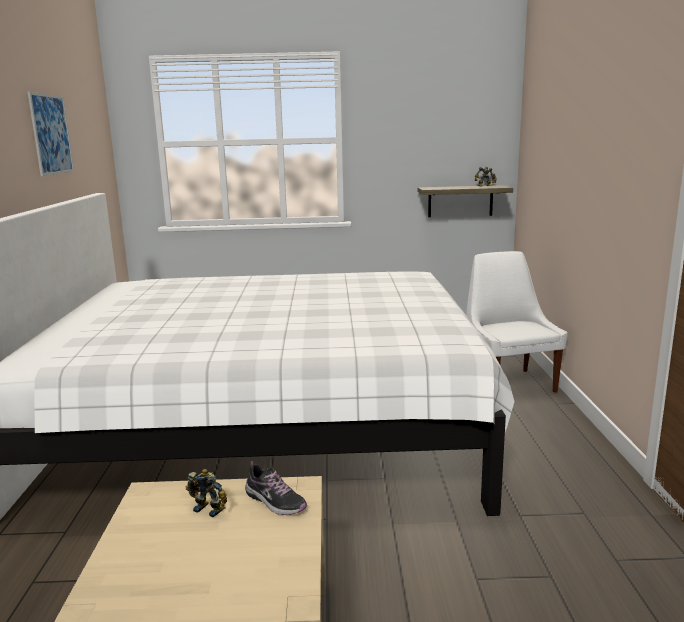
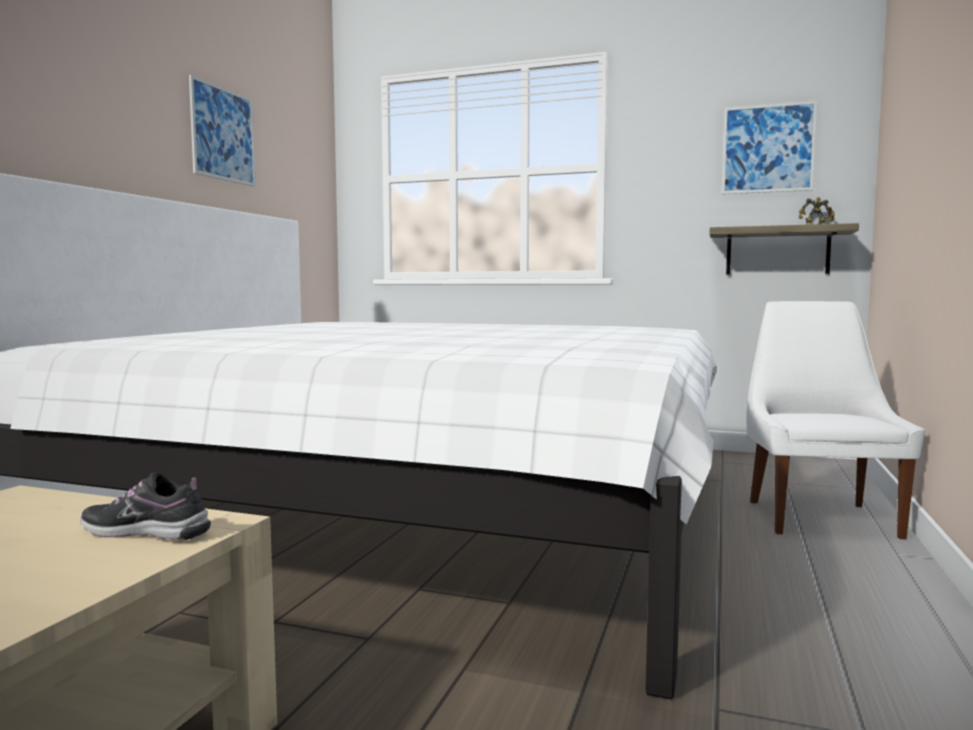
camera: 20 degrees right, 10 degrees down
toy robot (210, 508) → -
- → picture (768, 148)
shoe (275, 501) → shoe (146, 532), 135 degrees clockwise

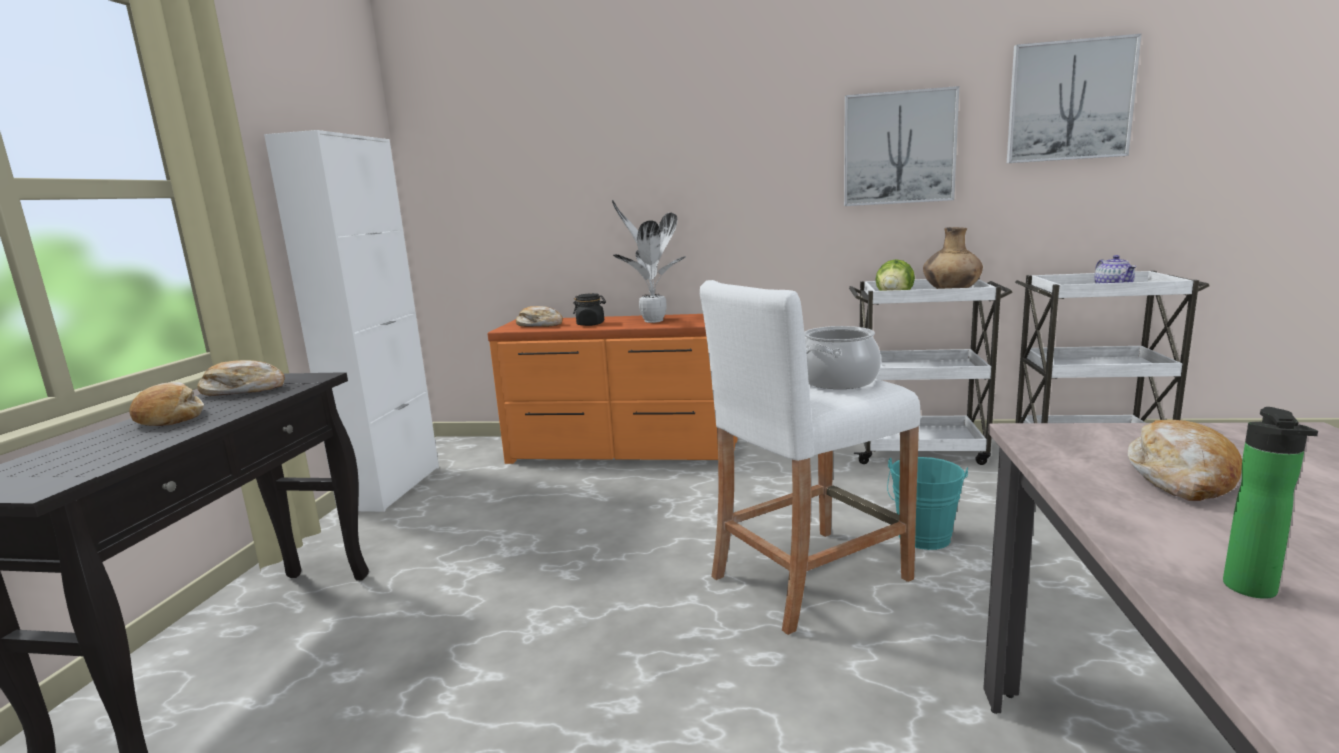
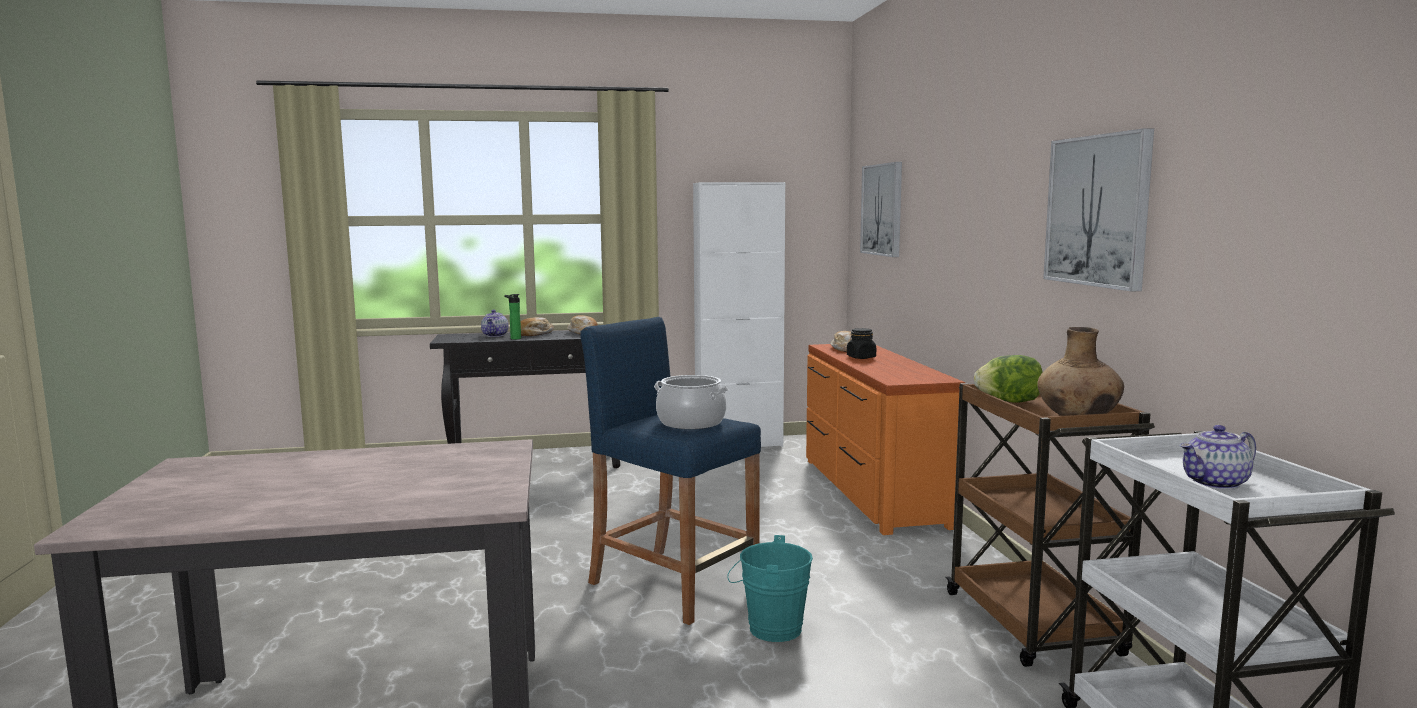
camera: 70 degrees right, 5 degrees down
potted plant (651, 321) → -
bread (1182, 478) → -
- → teapot (495, 335)
picture (1069, 101) → picture (883, 209), shifted
bottle (1253, 591) → bottle (514, 339), shifted
stool in white (809, 577) → stool in blue (673, 584)
cart in white (919, 450) → cart in brown (1034, 625)

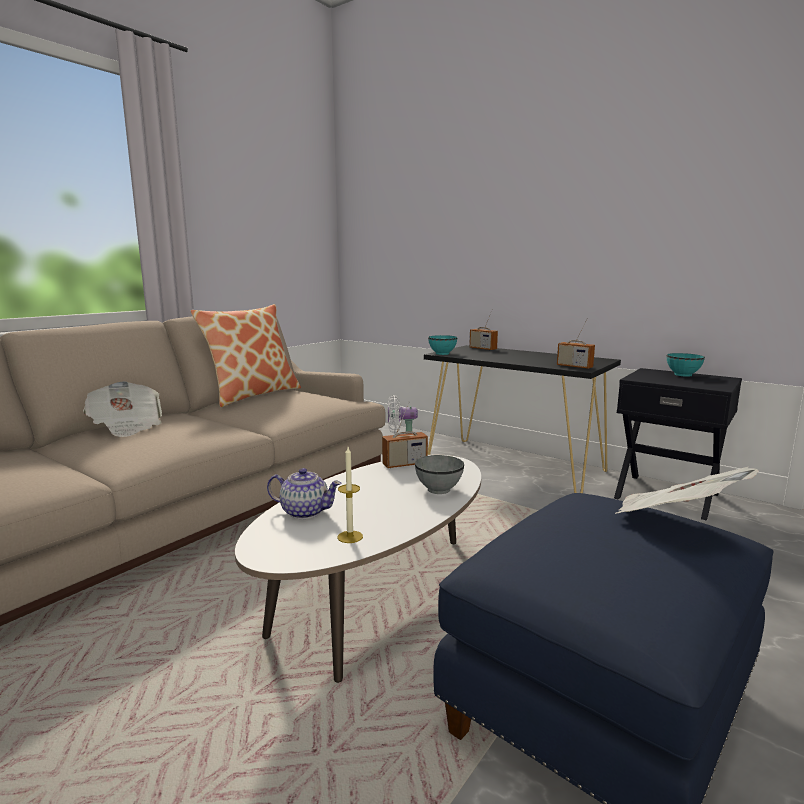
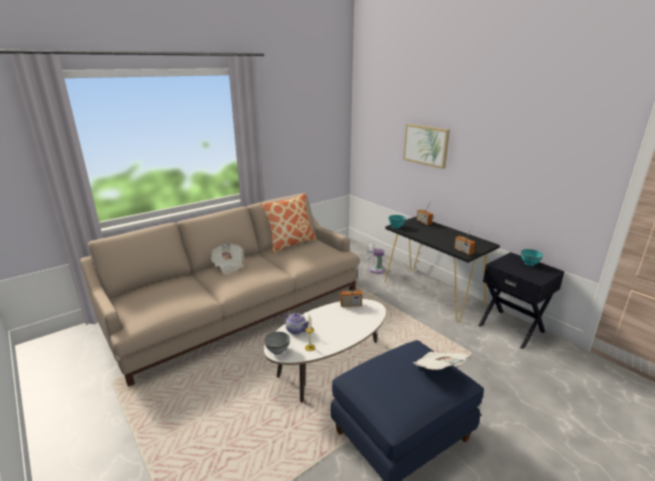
camera: 15 degrees right, 10 degrees up
- → picture (426, 145)
bowl in grey (438, 489) → bowl in grey (277, 351), shifted

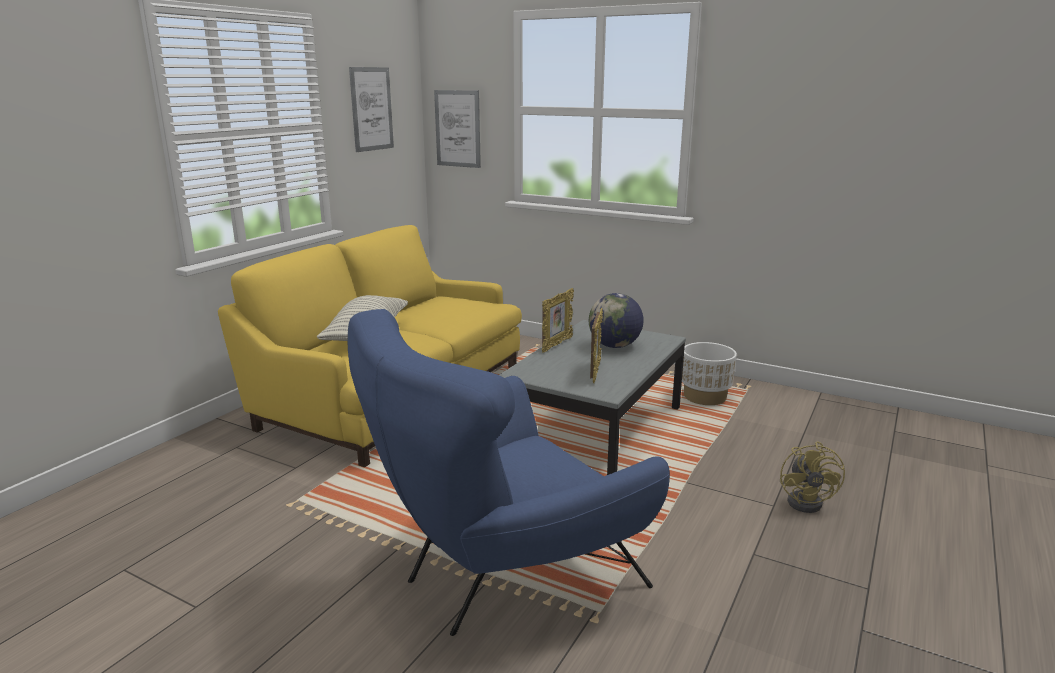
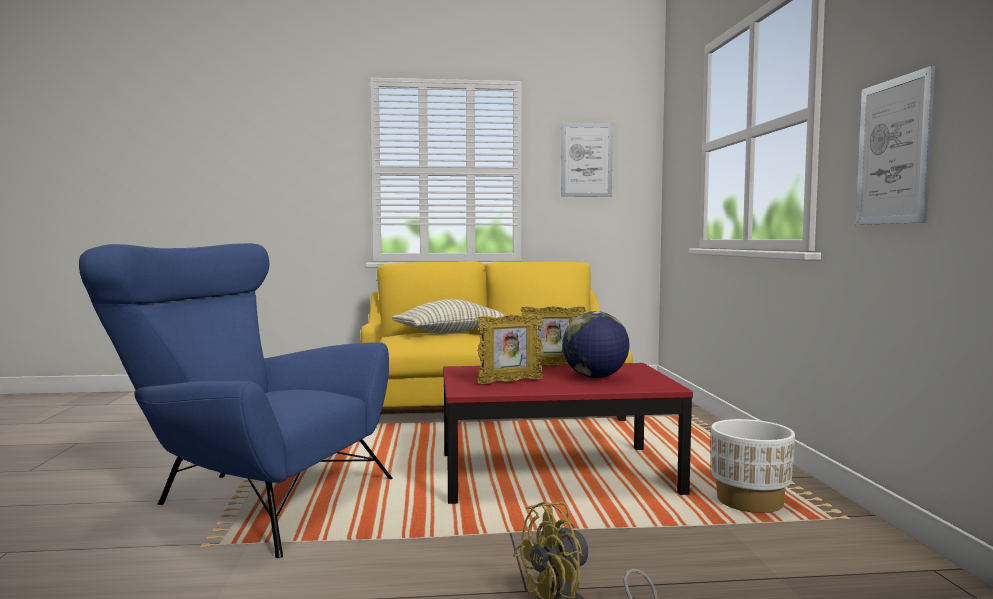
camera: 55 degrees right, 15 degrees down
picture (457, 128) → picture (893, 151), shifted
coffee table in grey (594, 429) → coffee table in red (556, 473)

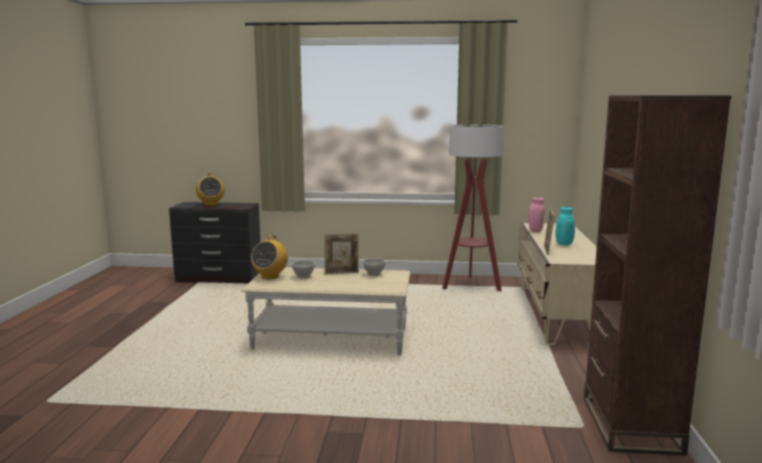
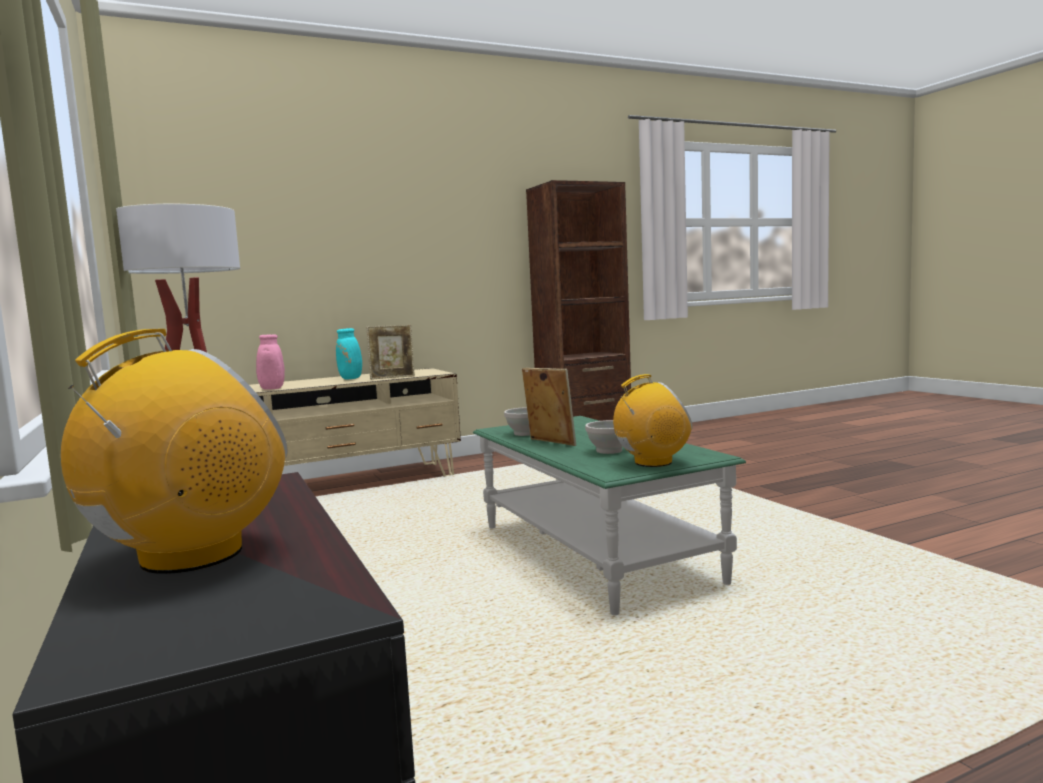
camera: 120 degrees left, 5 degrees down
coffee table in beige (331, 339) → coffee table in green (594, 553)

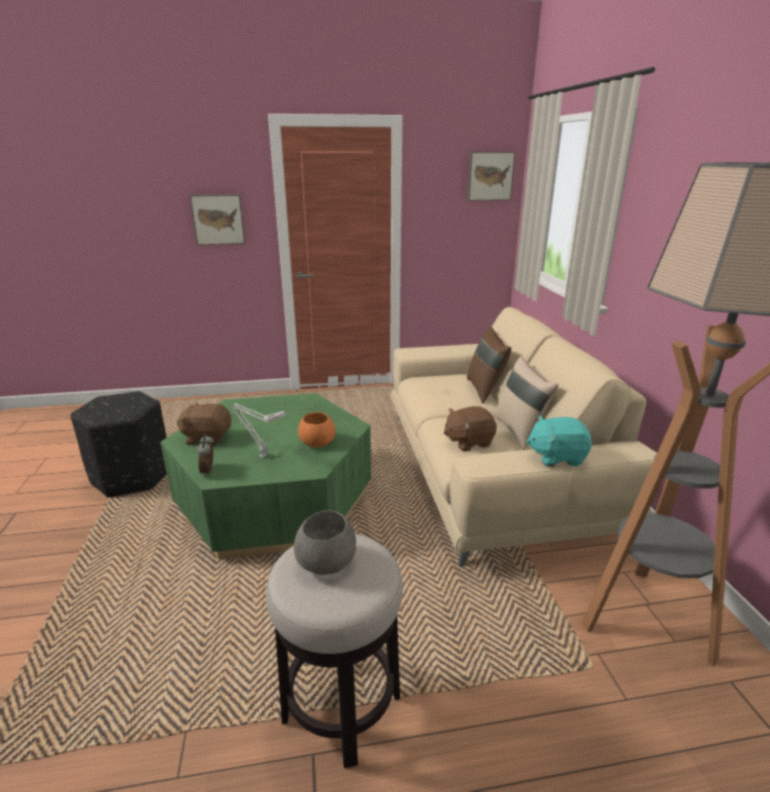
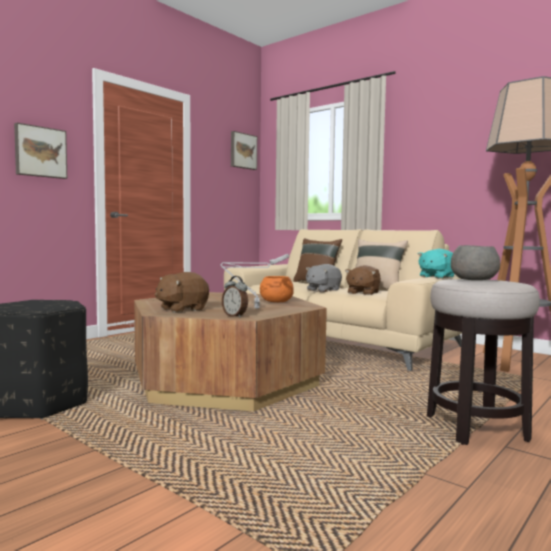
camera: 40 degrees left, 20 degrees down
- → plush toy in grey (322, 290)
coffee table in green (275, 500) → coffee table in brown (226, 380)

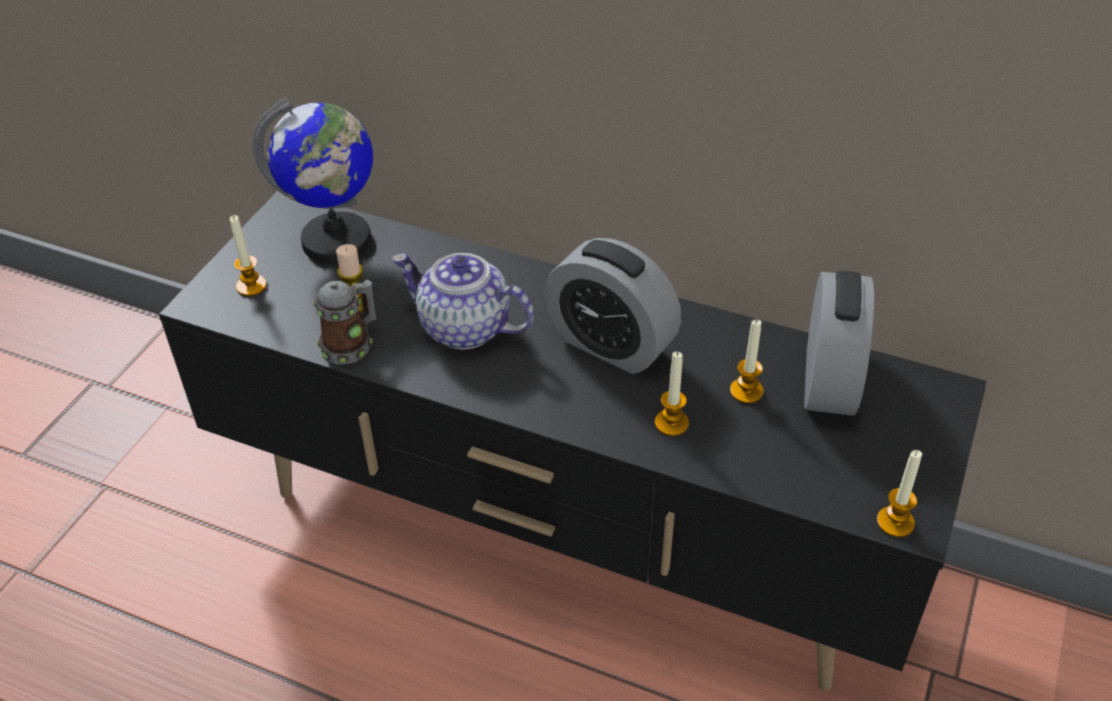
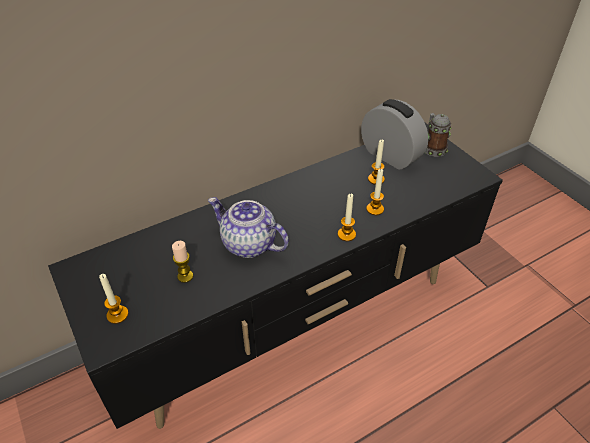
camera: 55 degrees left, 0 degrees up
globe (337, 242) → -
alarm clock (611, 344) → -
mug (351, 344) → mug (433, 147), shifted
candle (895, 522) → candle (346, 234), shifted
teapot (463, 328) → teapot (248, 244), 60 degrees clockwise

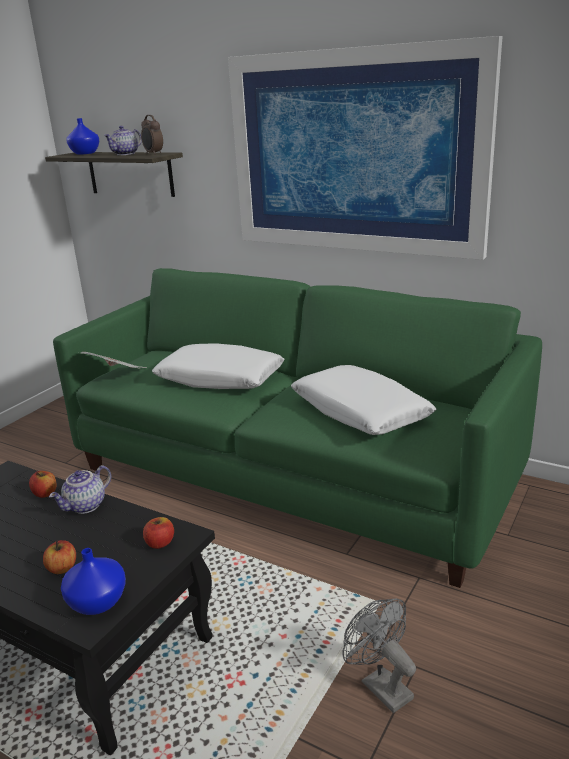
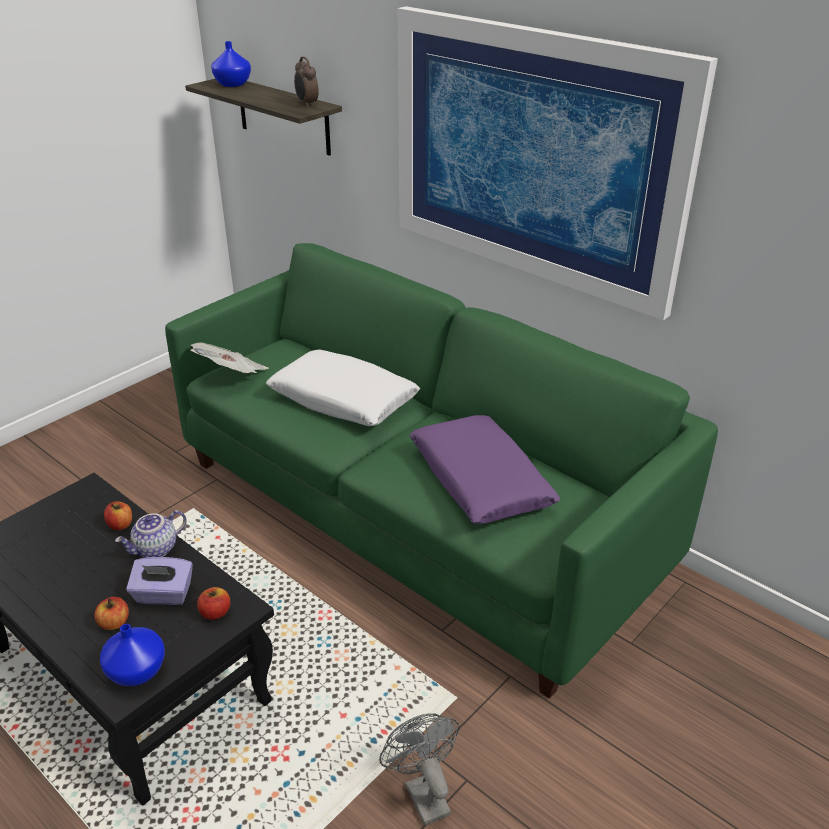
camera: 10 degrees right, 10 degrees up
teapot (125, 154) → -
- → tissue box in purple (163, 595)
pillow in white (360, 412) → pillow in purple (479, 481)

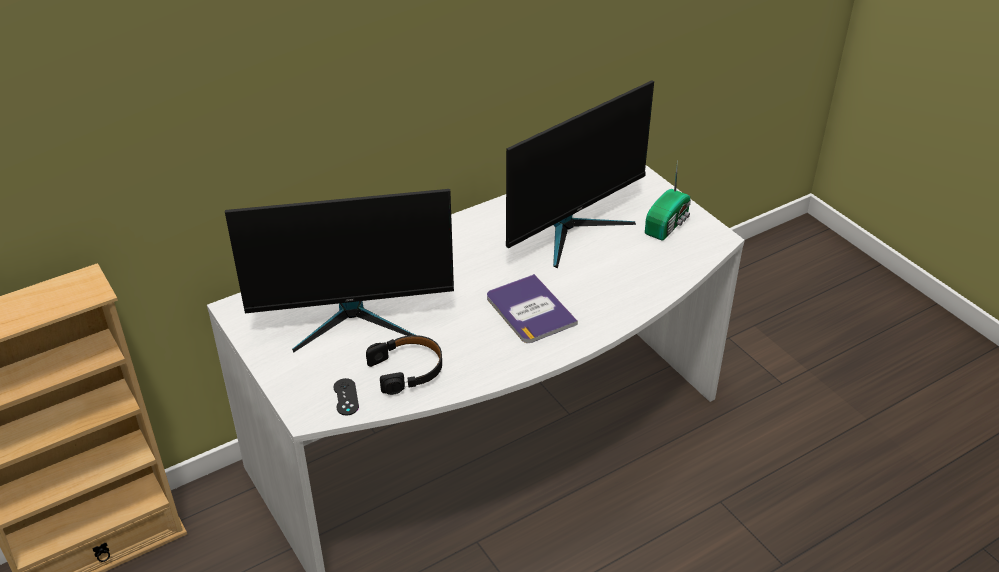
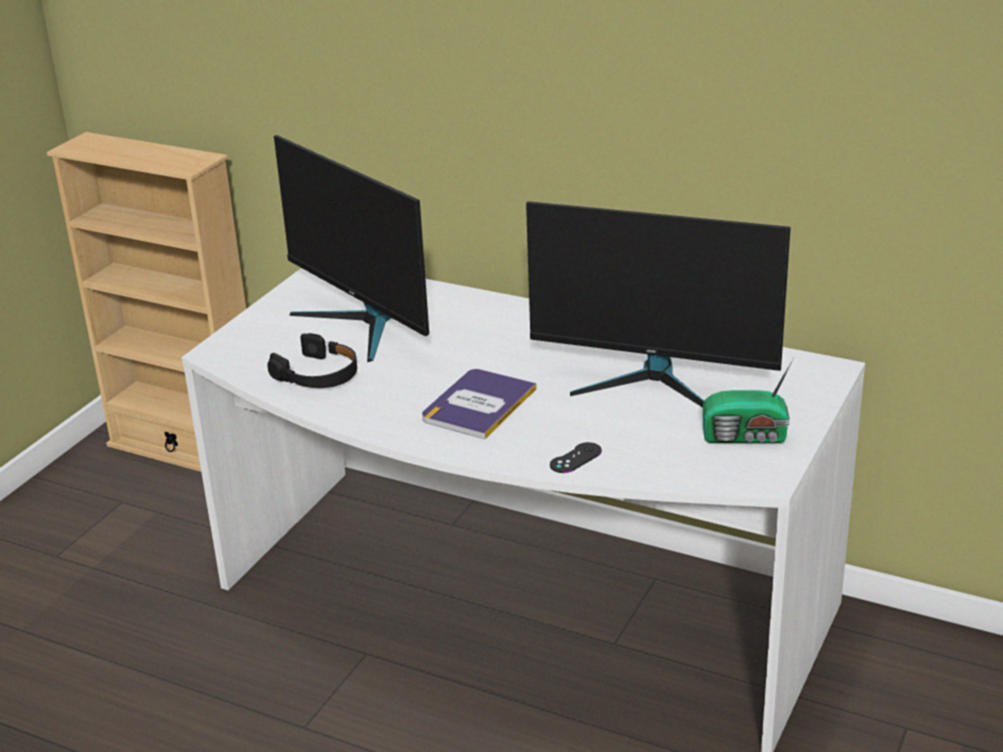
camera: 60 degrees right, 10 degrees down
game controller in black (346, 397) → game controller in black (575, 458), shifted

